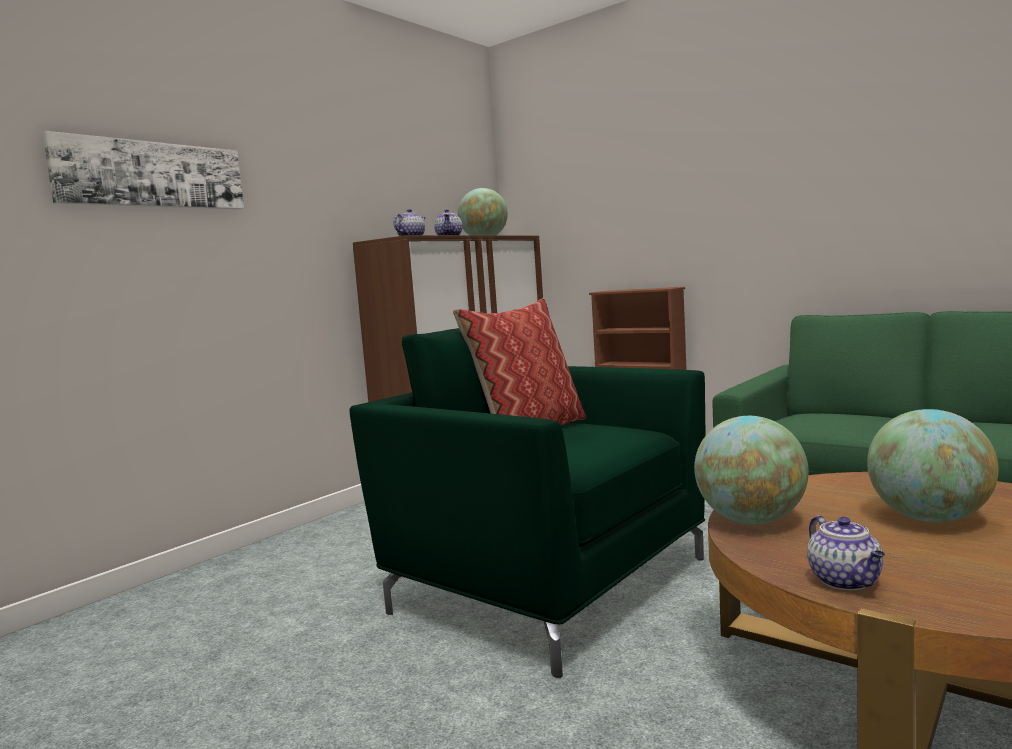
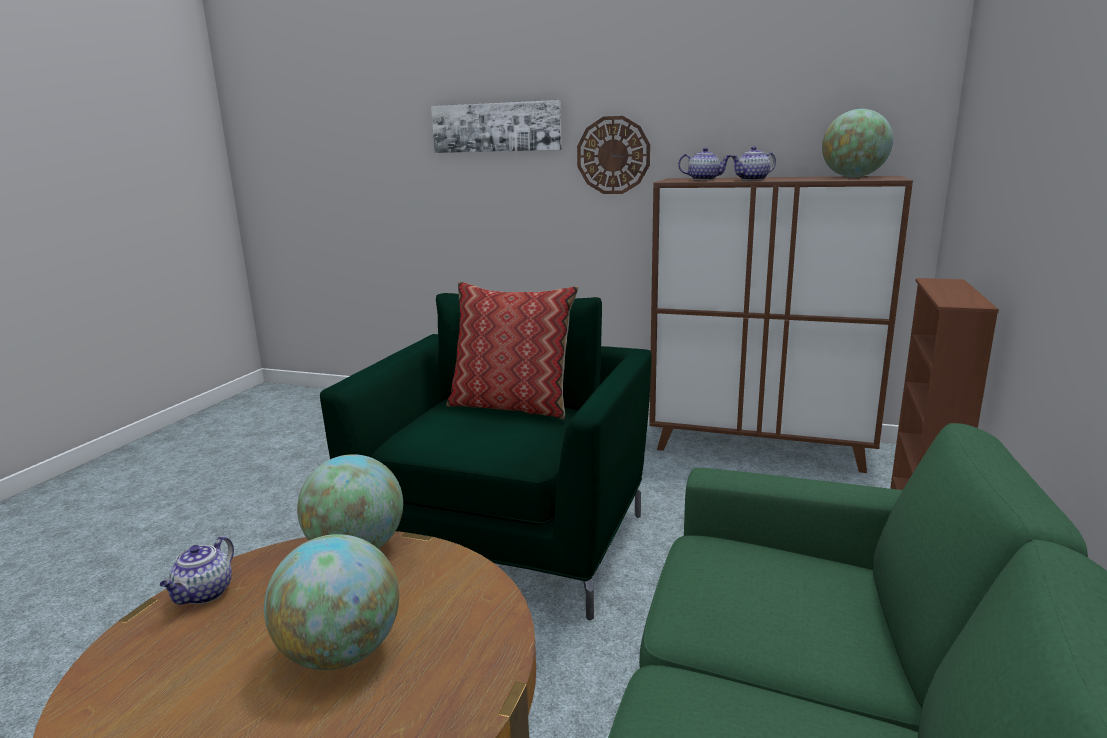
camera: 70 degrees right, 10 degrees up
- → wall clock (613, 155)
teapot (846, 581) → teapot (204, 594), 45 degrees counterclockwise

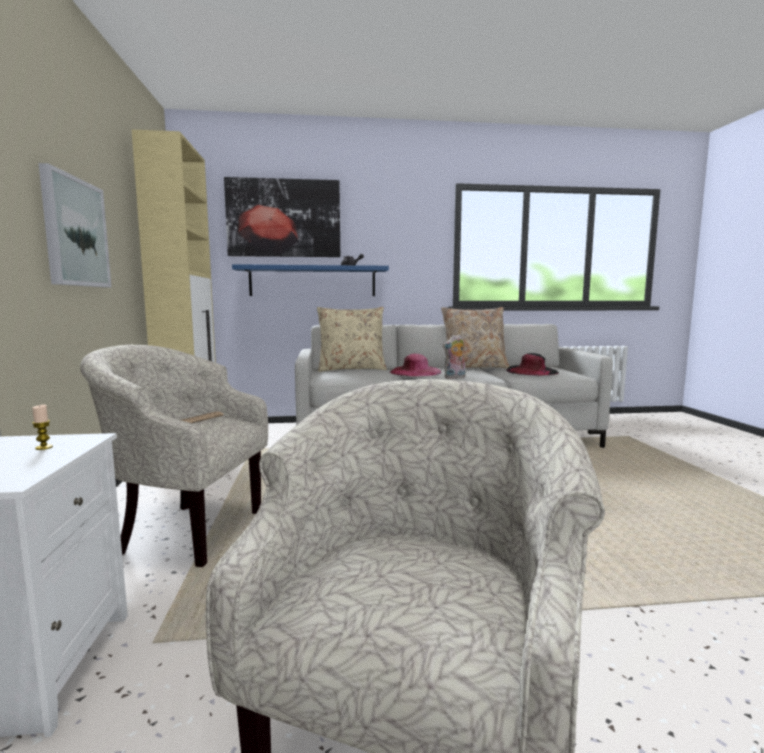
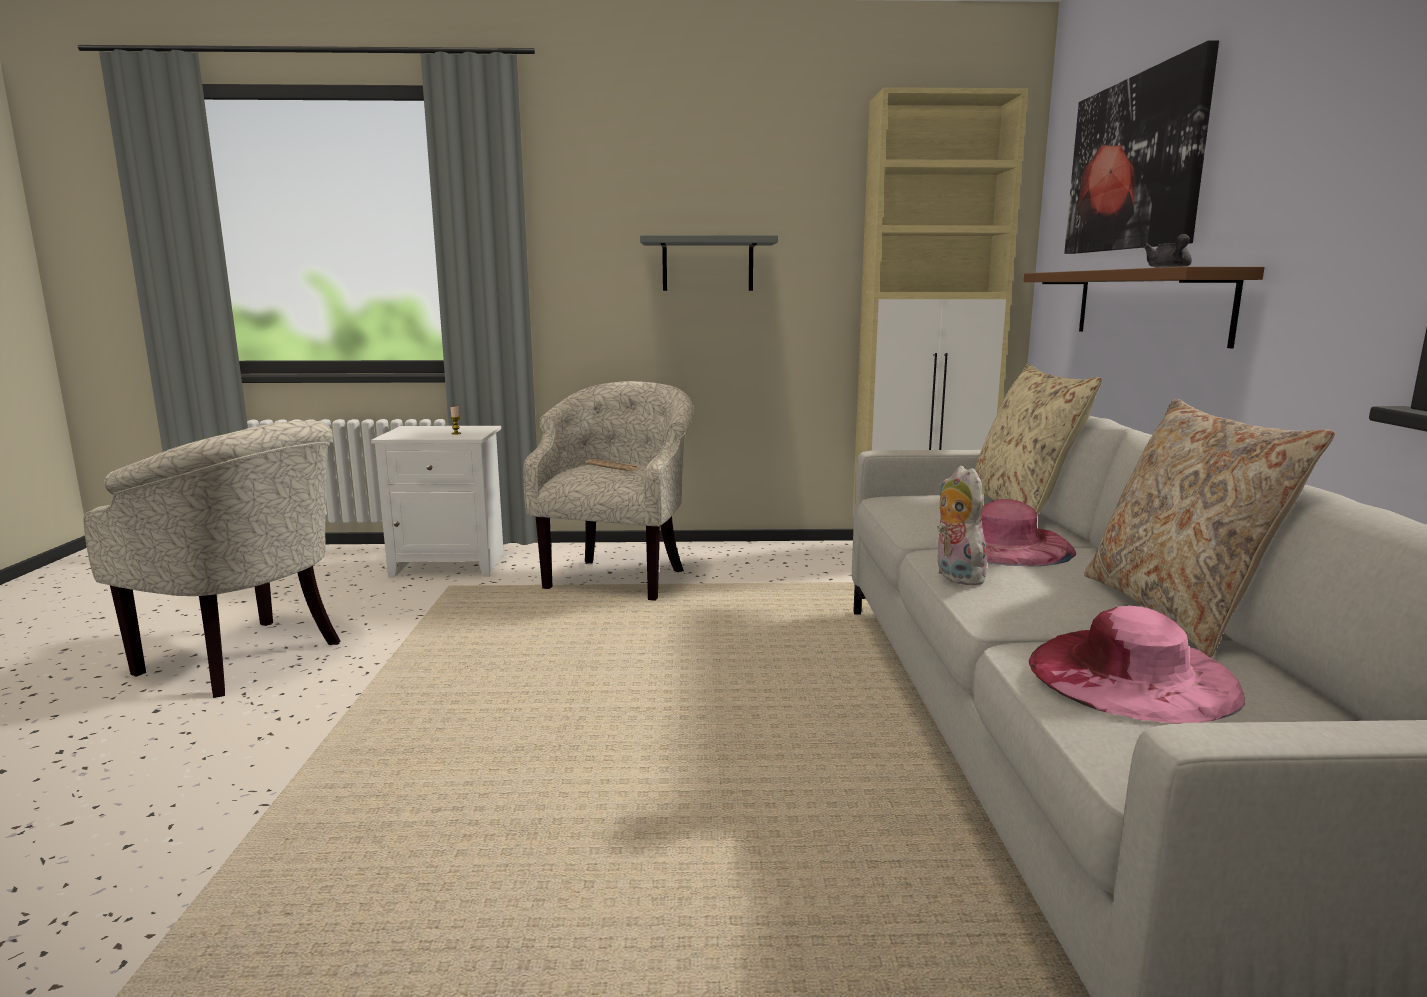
camera: 95 degrees right, 5 degrees up
picture (75, 232) → shelf in grey (707, 264)
shelf in blue (312, 281) → shelf in brown (1148, 304)
hat in black (531, 371) → hat in pink (1132, 675)

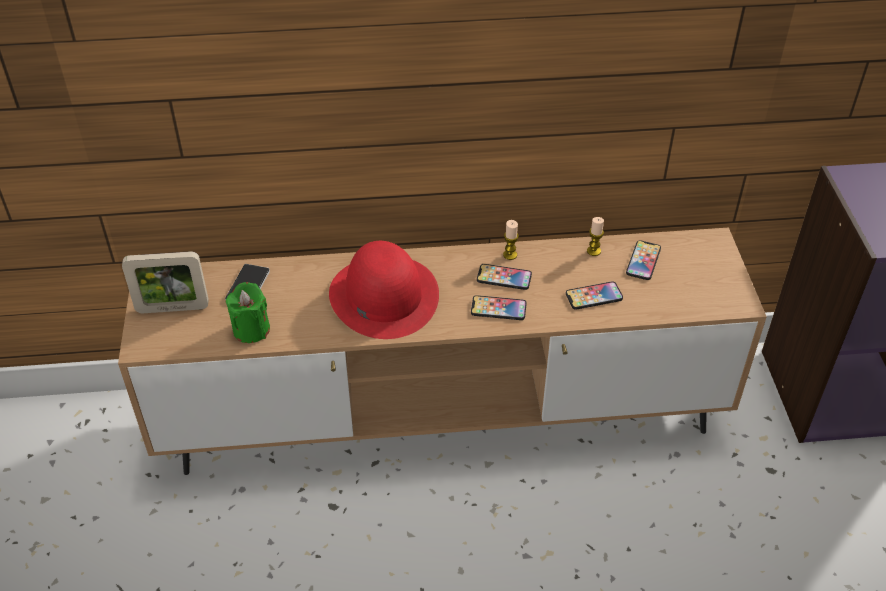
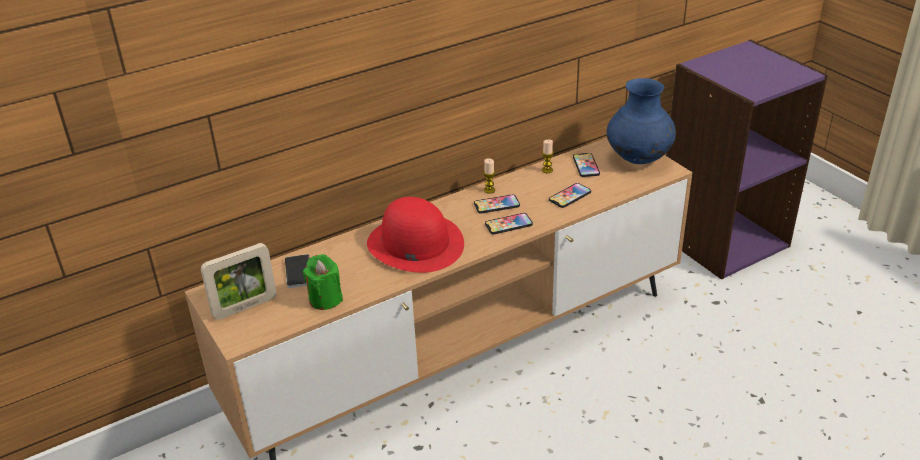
camera: 25 degrees left, 10 degrees down
- → vase in blue (638, 159)

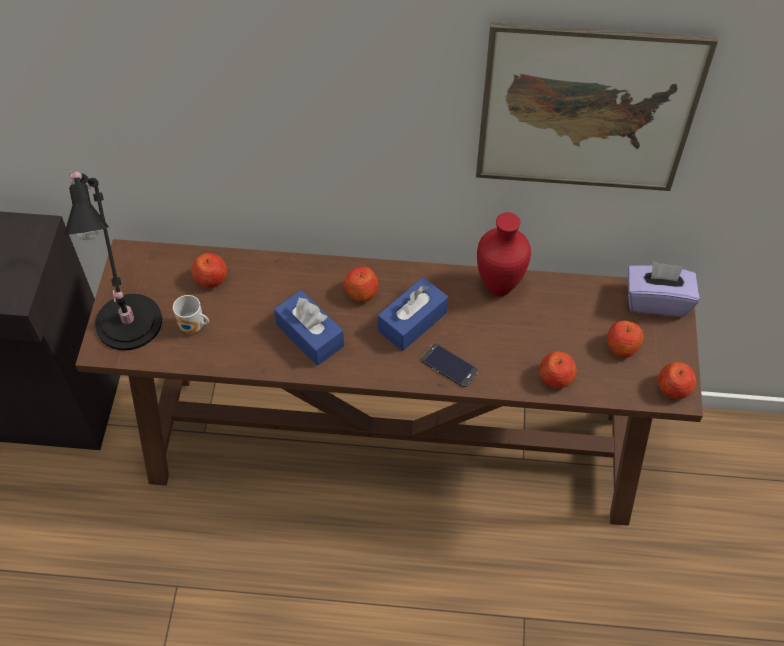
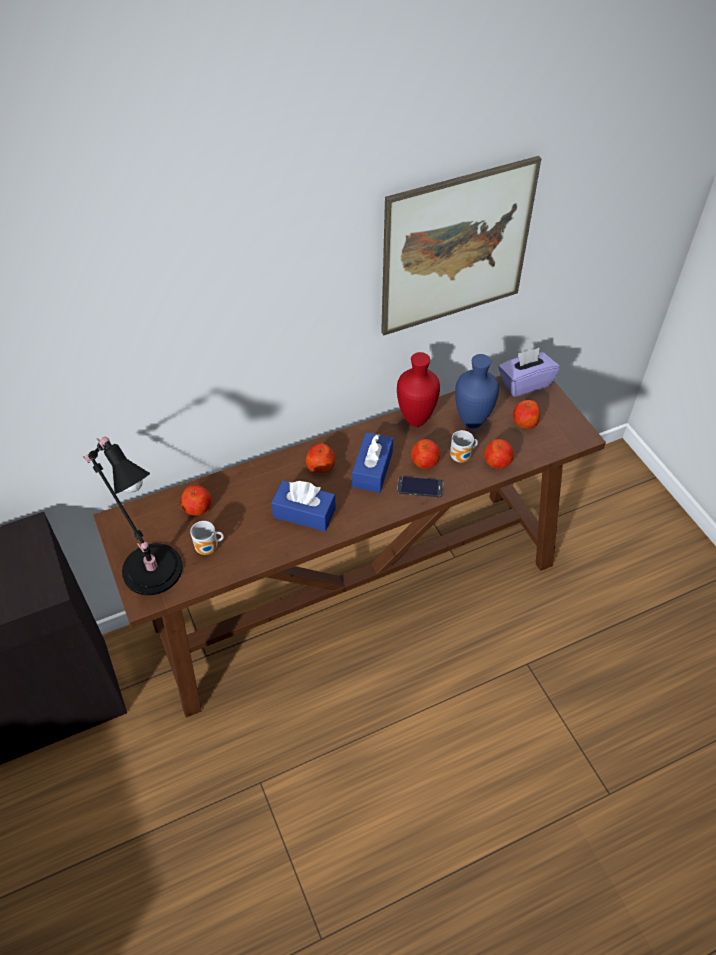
camera: 30 degrees left, 5 degrees down
- → mug (462, 458)
- → vase in blue (472, 420)
apple (673, 388) → apple (425, 462), shifted

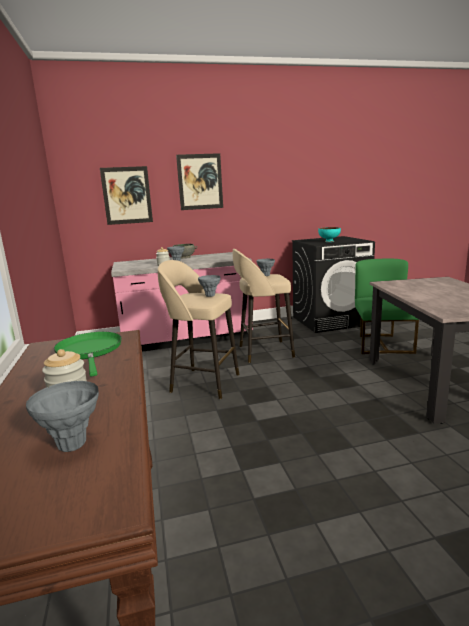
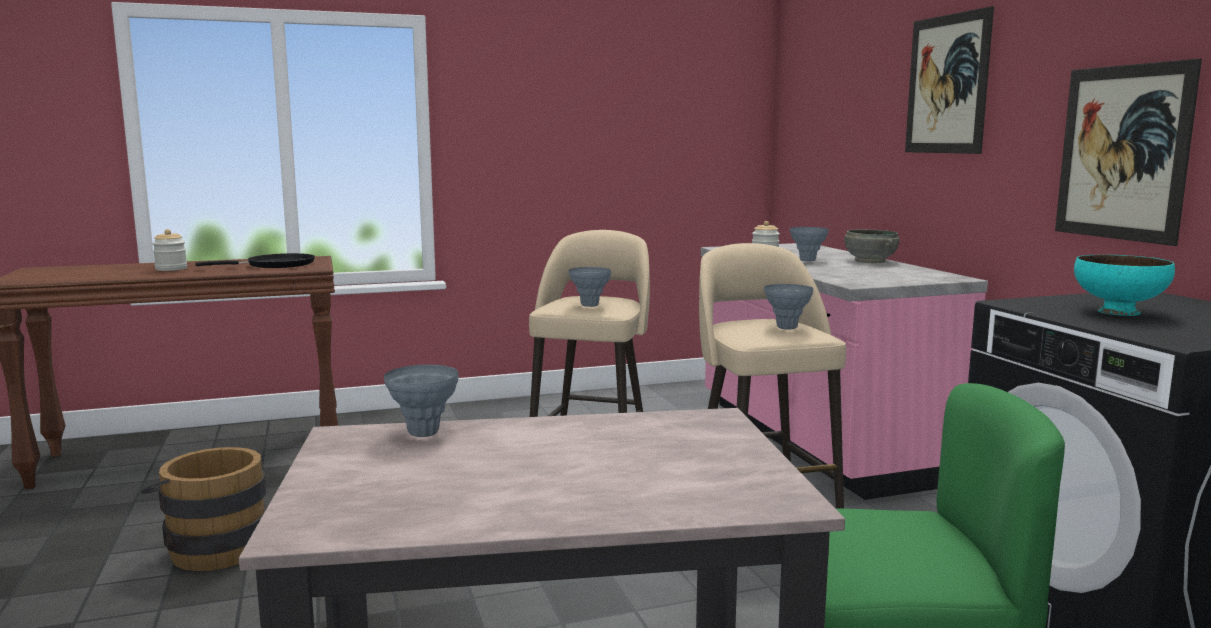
camera: 85 degrees right, 5 degrees down
- → bucket in brown (214, 547)
vase in grey (72, 445) → vase in grey (424, 433), shifted
picture (127, 195) → picture (1122, 153), shifted
frying pan in green (90, 351) → frying pan in black (276, 265)

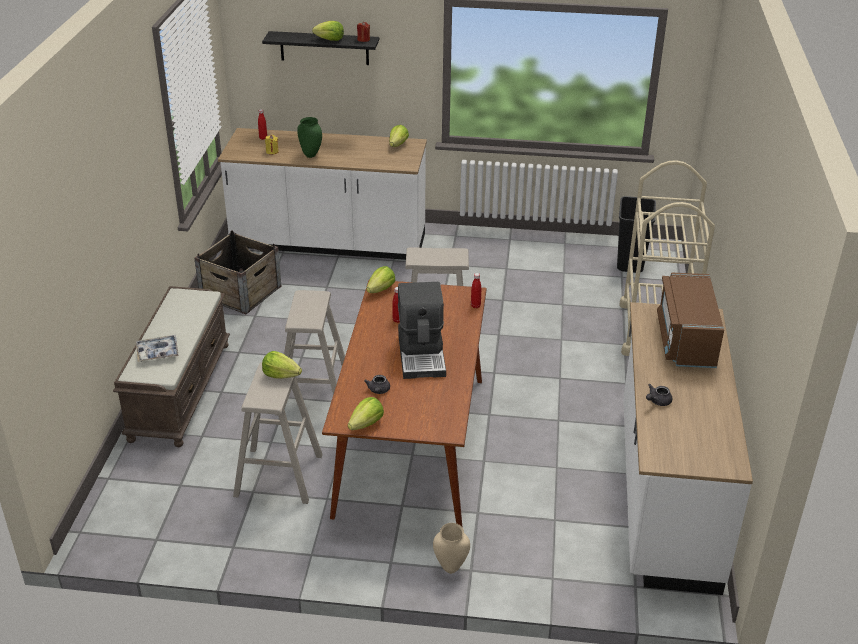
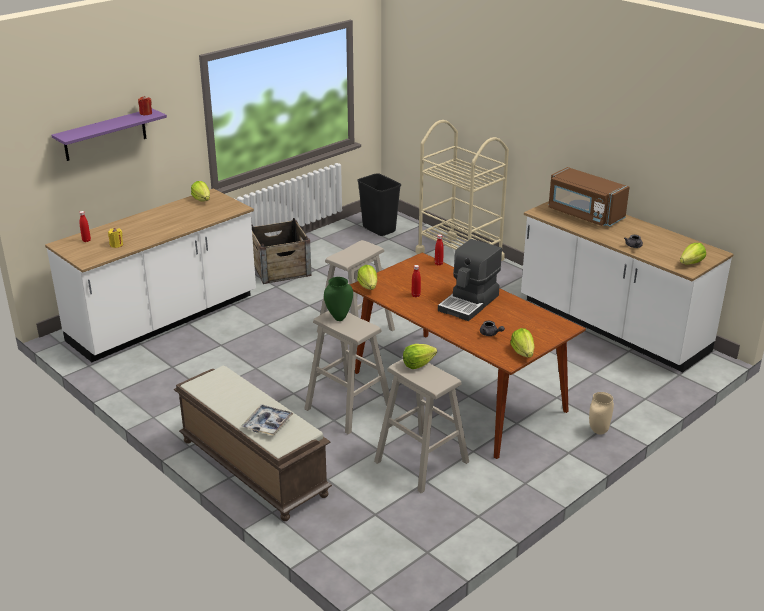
camera: 50 degrees left, 5 degrees down
crate (241, 291) → crate (281, 268), shifted
vase in green (310, 155) → vase in green (339, 318), shifted
lettuce (330, 40) → lettuce (691, 263), shifted
shelf in black (324, 48) → shelf in purple (105, 135)
coffee machine (422, 355) → coffee machine (469, 303), 90 degrees clockwise

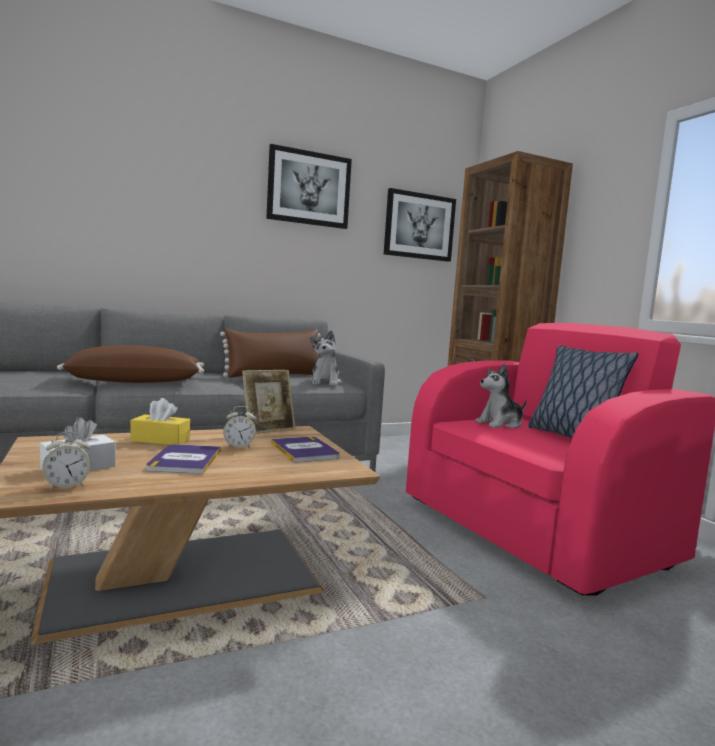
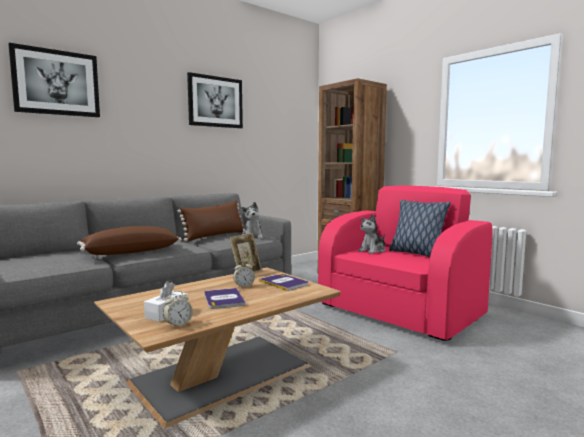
camera: 15 degrees left, 0 degrees up
tissue box in yellow (160, 440) → -
picture (419, 226) → picture (56, 82), shifted

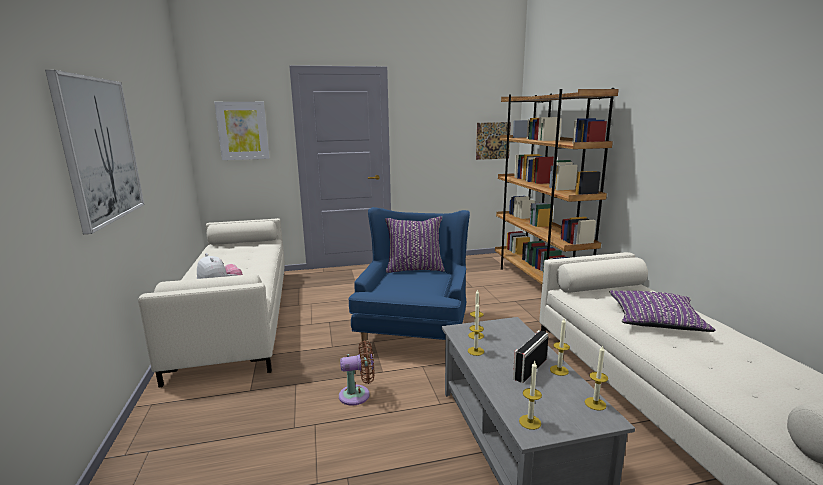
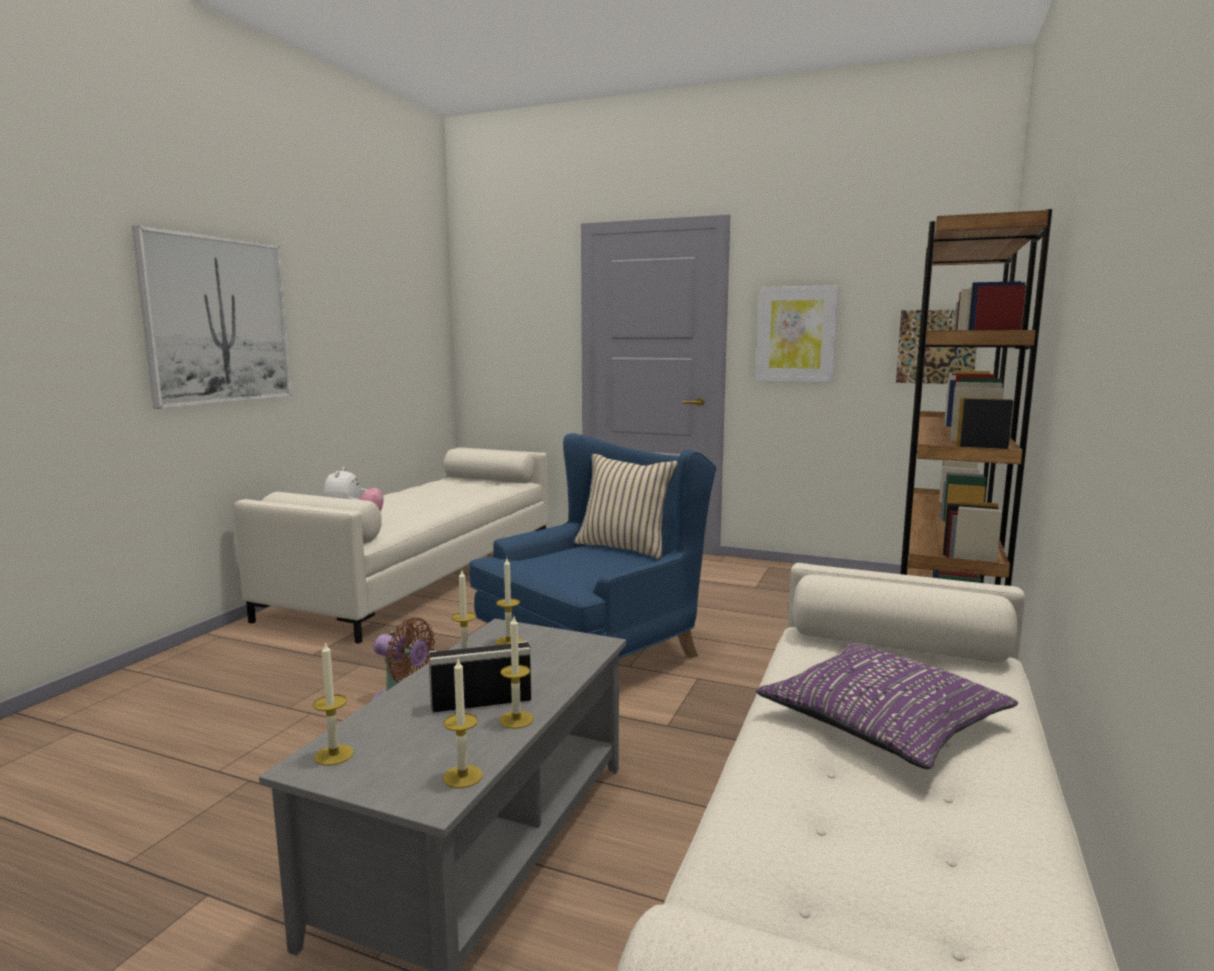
camera: 35 degrees right, 5 degrees down
picture (243, 131) → picture (796, 334), shifted
pillow in purple (414, 269) → pillow in beige (624, 547)

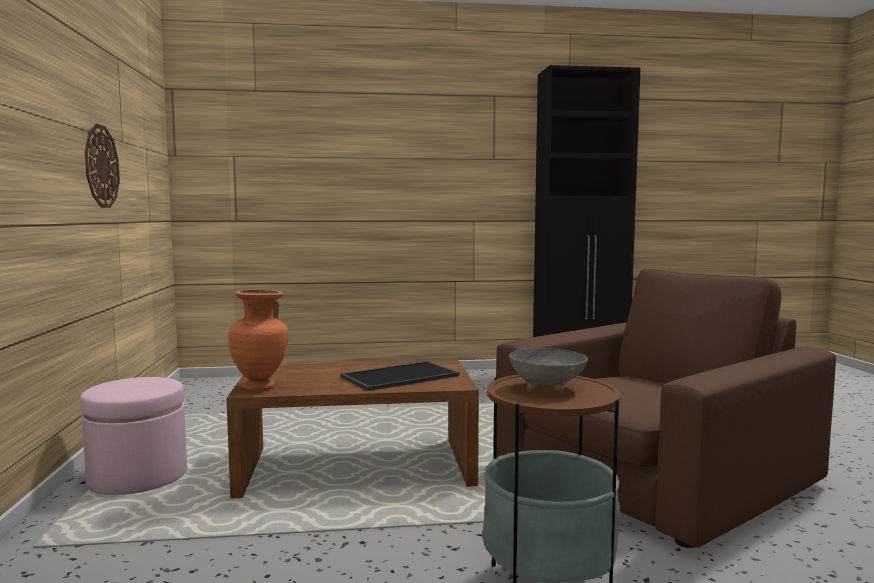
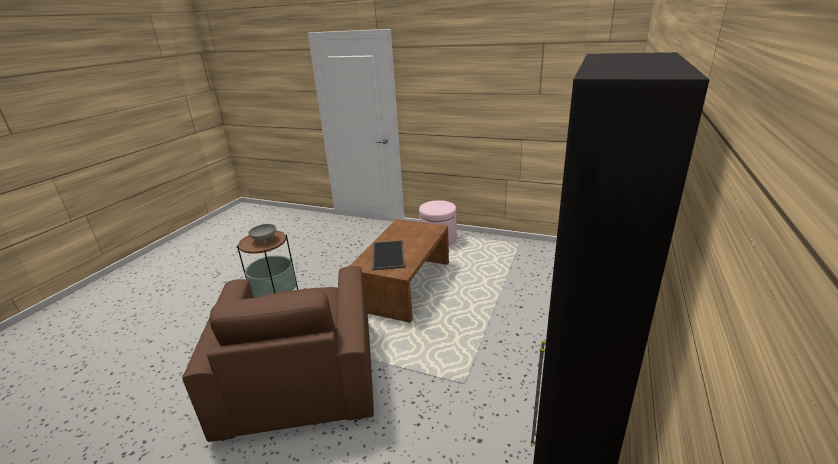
camera: 120 degrees right, 20 degrees up
wall clock (101, 166) → -
vase in orange (260, 387) → -

